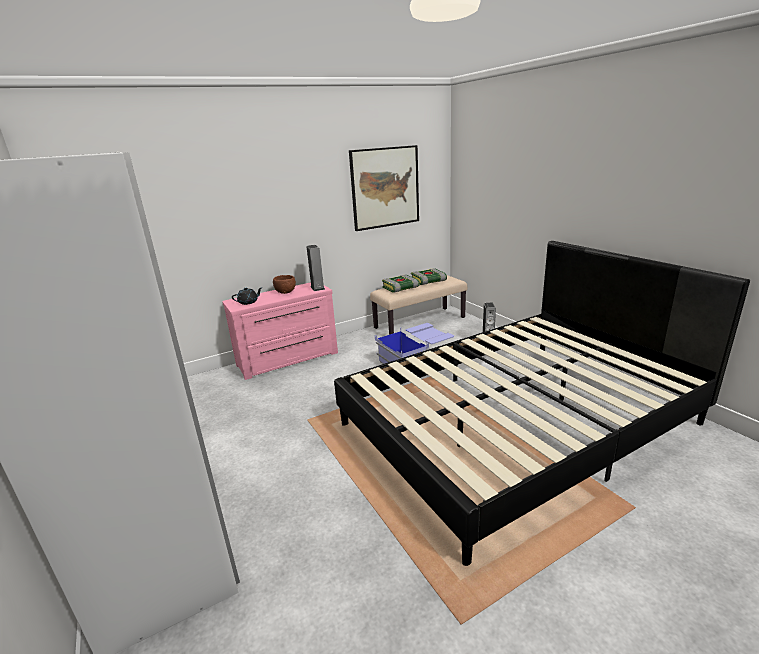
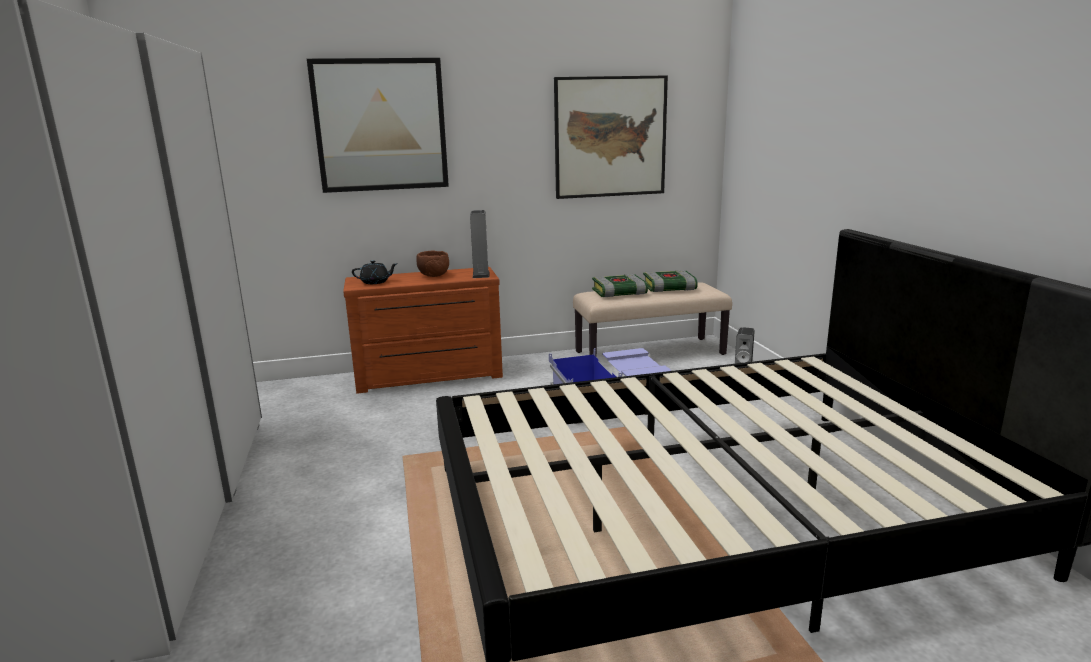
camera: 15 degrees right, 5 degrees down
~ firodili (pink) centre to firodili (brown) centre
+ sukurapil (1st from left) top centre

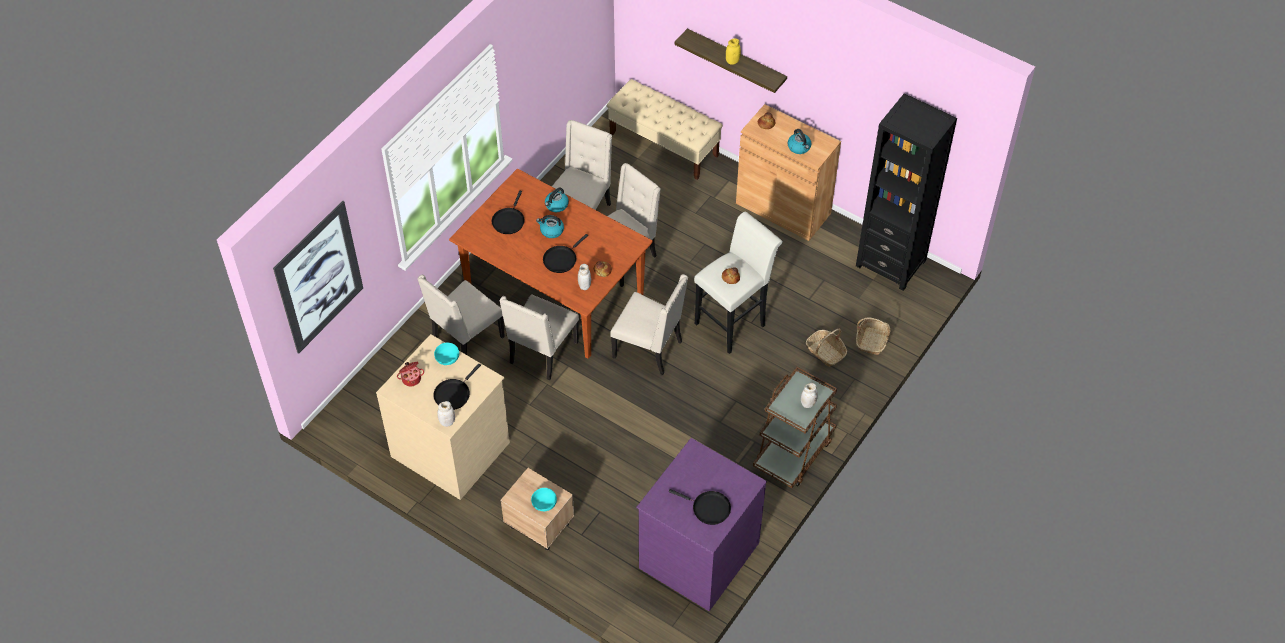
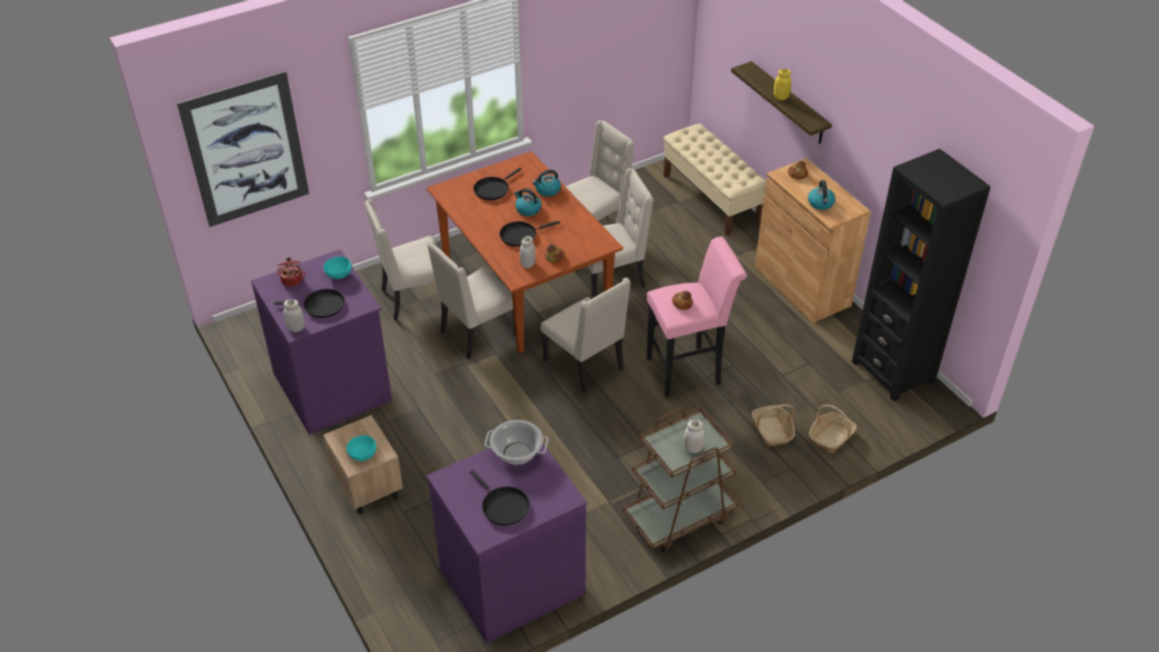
camera: 25 degrees right, 10 degrees down
~ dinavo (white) centre to dinavo (pink) centre
~ firodili (beige) centre to firodili (purple) (1st from left) middle left
~ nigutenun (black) (1st from left) centre = middle left 150 degrees counterclockwise
+ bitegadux (2nd from left) bottom centre

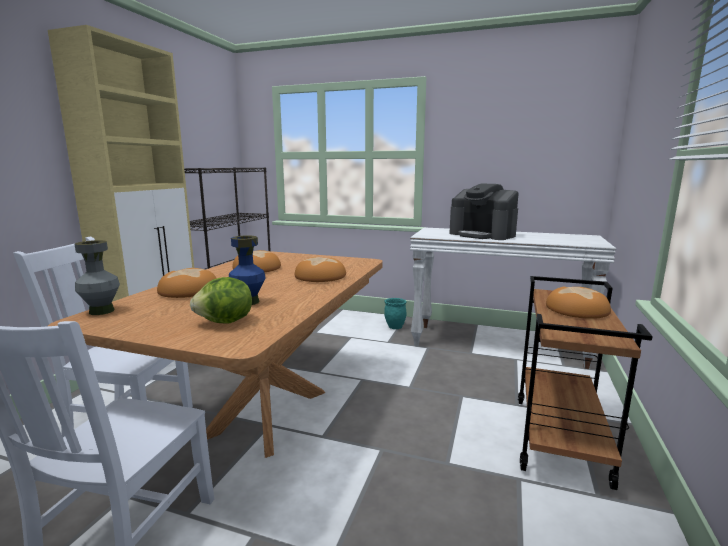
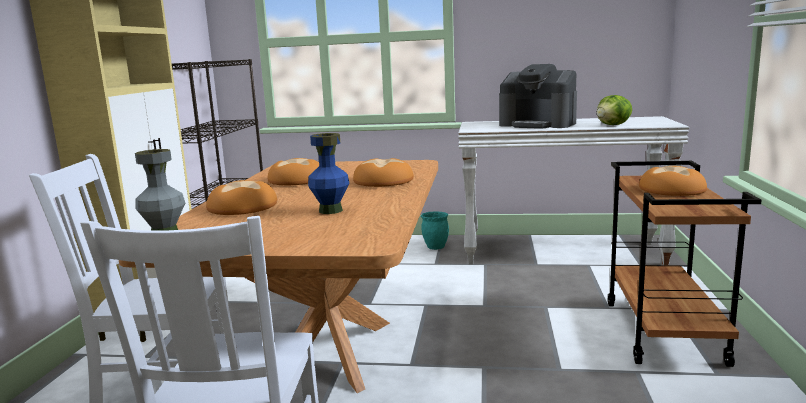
camera: 10 degrees left, 0 degrees up
~ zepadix middle left to top right

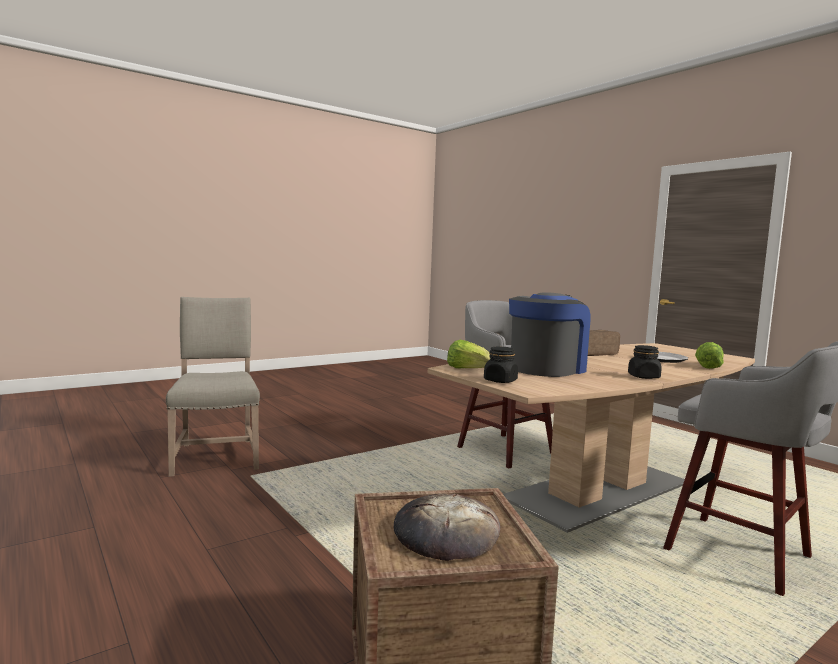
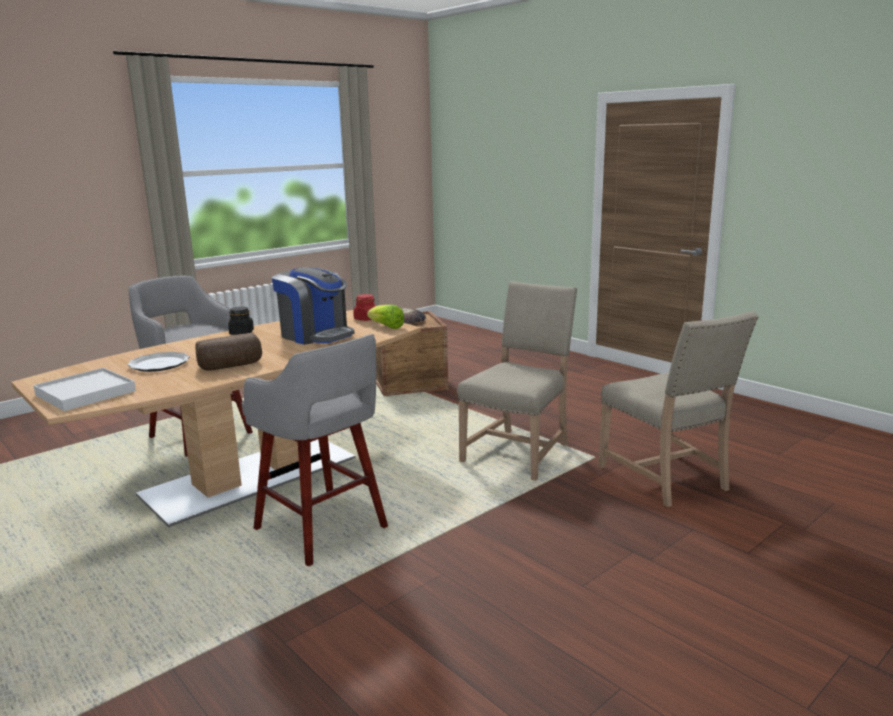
camera: 175 degrees right, 10 degrees up
~ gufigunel centre = centre 90 degrees counterclockwise
- zepadix (2nd from left) middle right
~ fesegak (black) (1st from left) centre to fesegak (red) centre
+ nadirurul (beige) (1st from left) centre
+ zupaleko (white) middle left

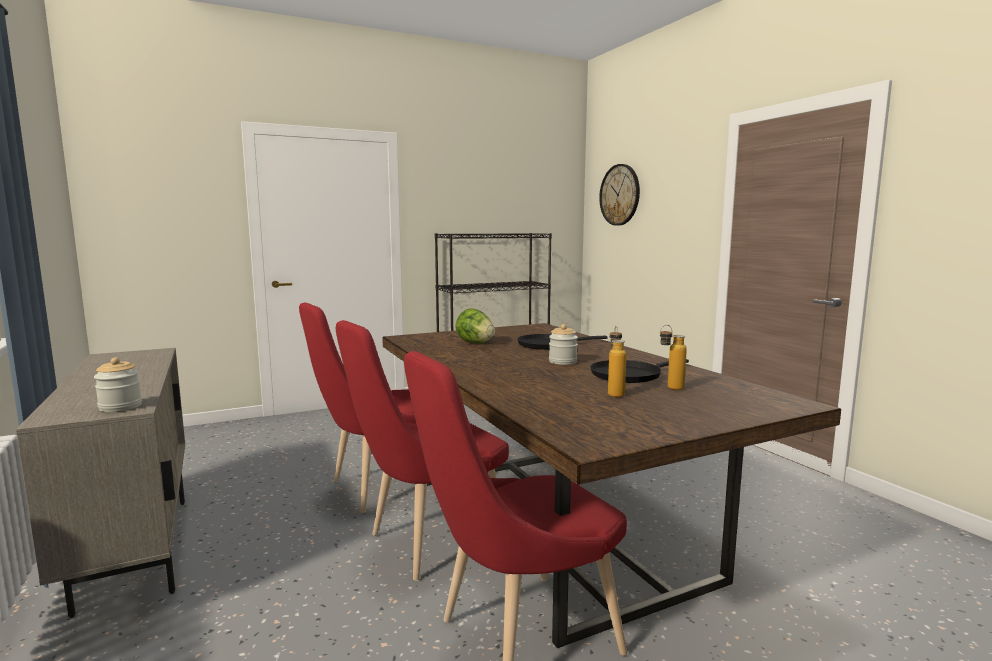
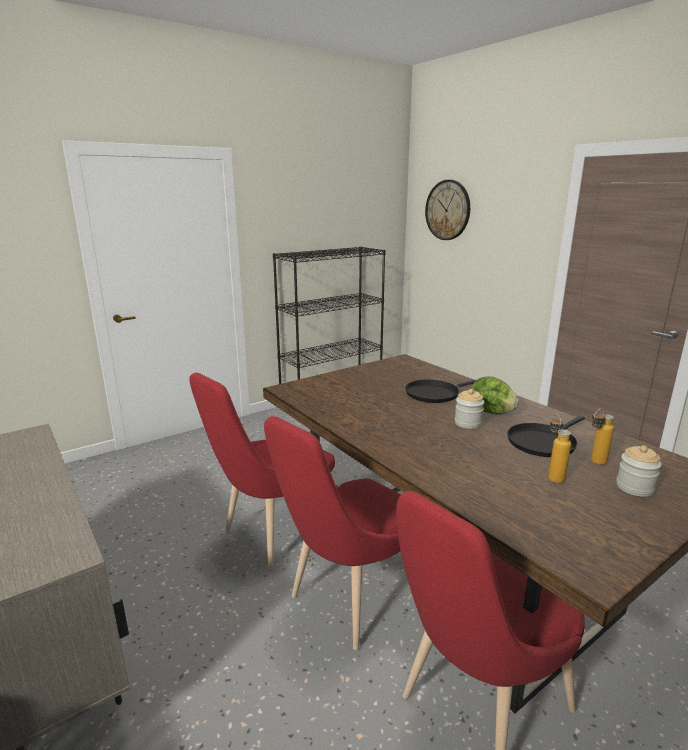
camera: 10 degrees left, 10 degrees up
~ zepadix centre to middle right
~ fesegak (1st from left in the first image) middle left to fesegak (2nd from left) middle right

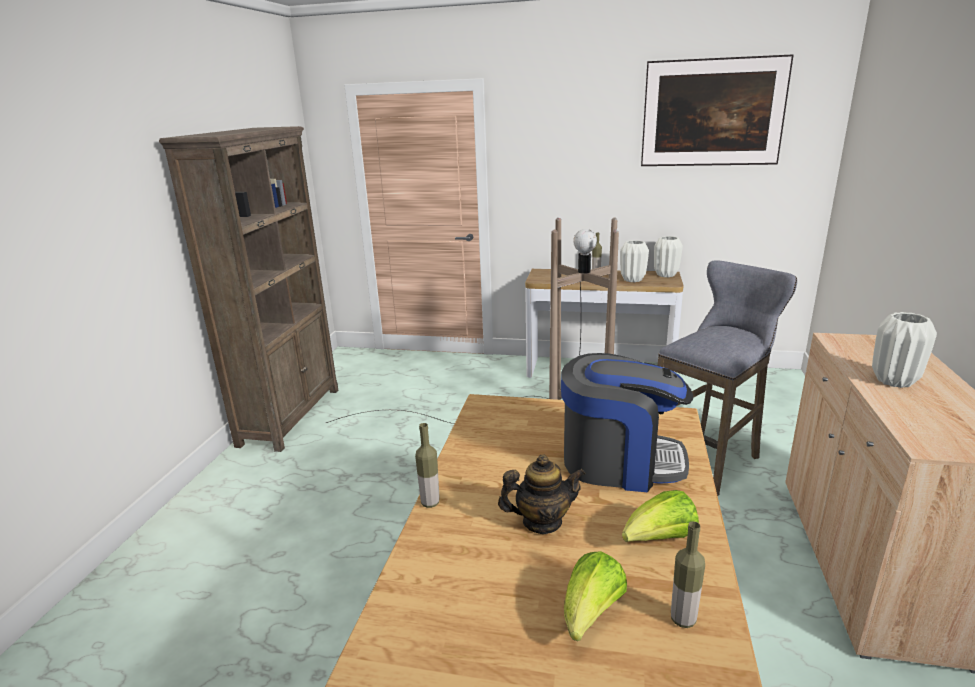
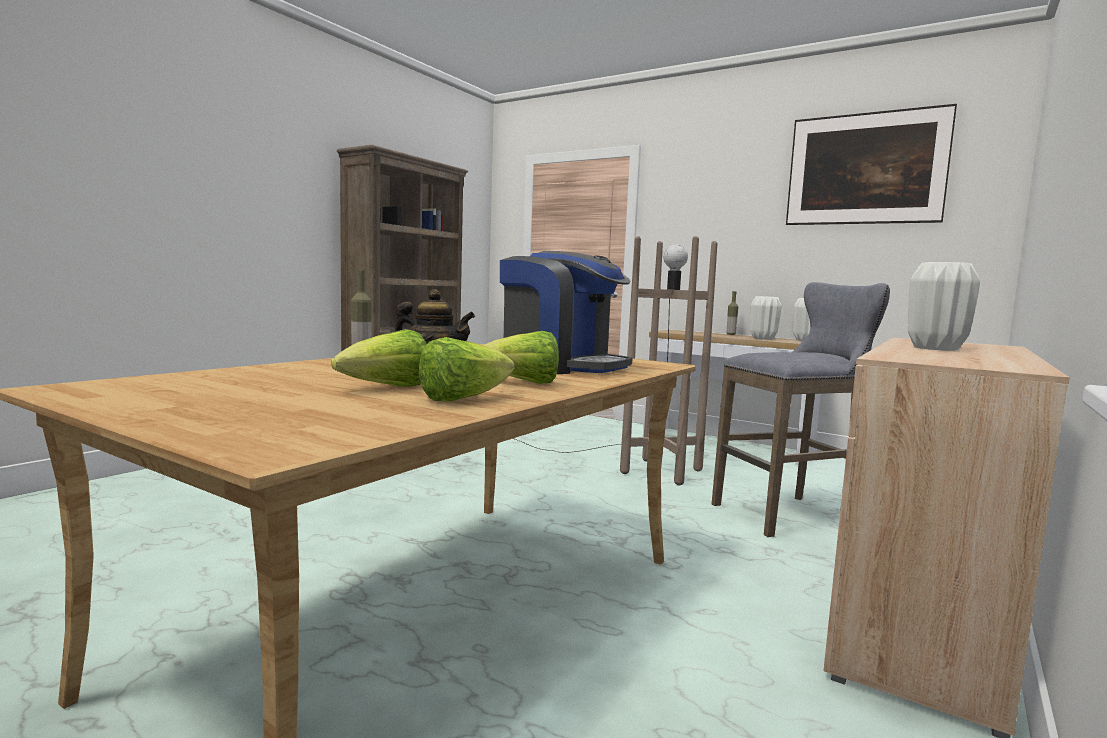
camera: 20 degrees right, 15 degrees down
~ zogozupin (3rd from left) bottom right to zepadix (2nd from left) centre

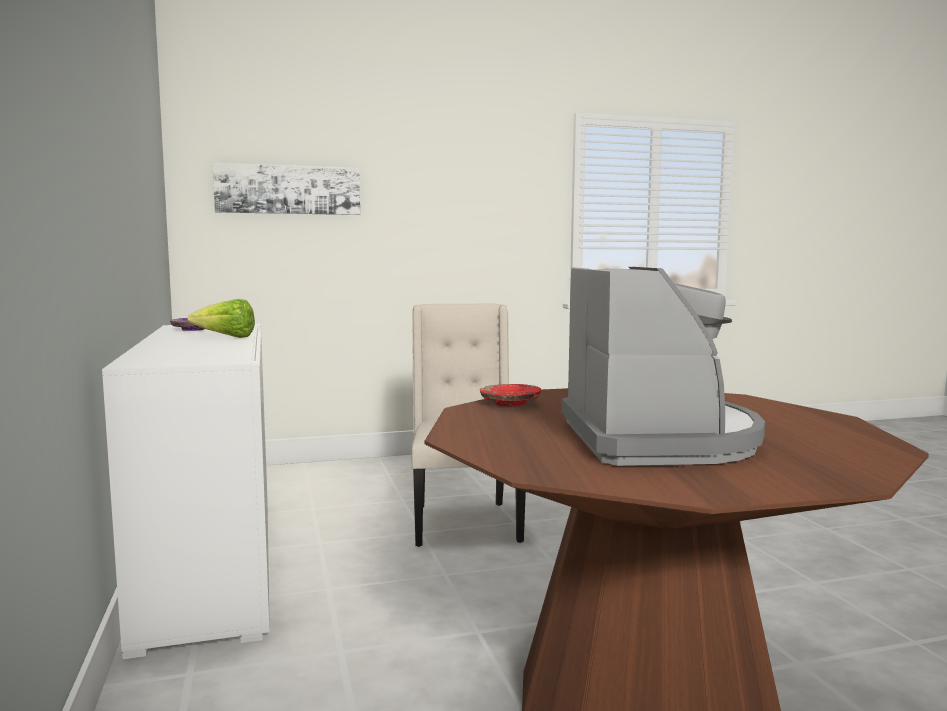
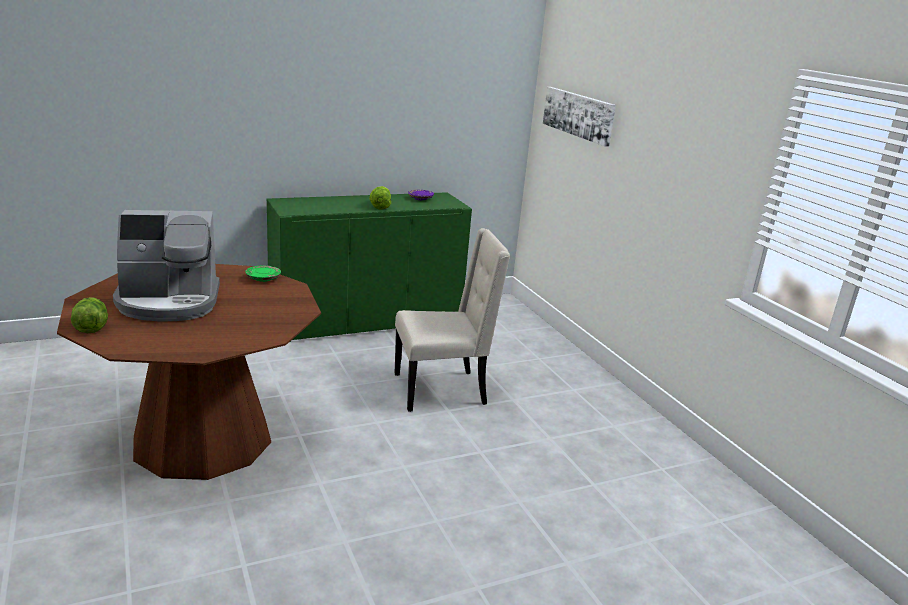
camera: 80 degrees right, 15 degrees up
~ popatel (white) bottom left to popatel (green) centre
~ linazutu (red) centre to linazutu (green) middle left
+ zepadix (1st from left) middle left

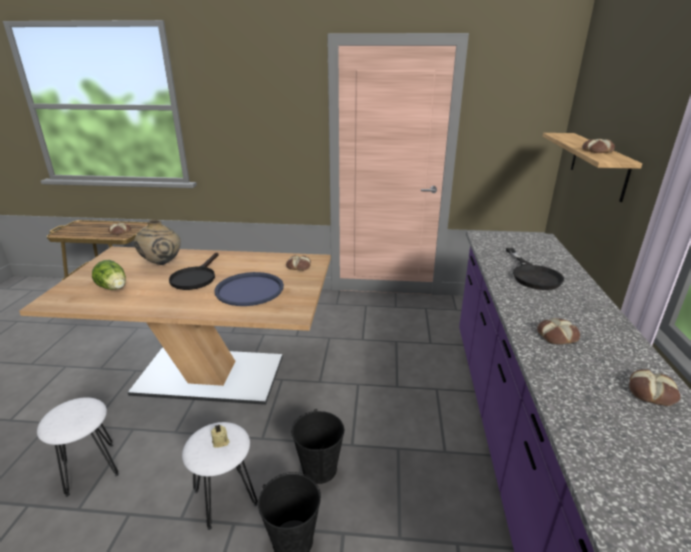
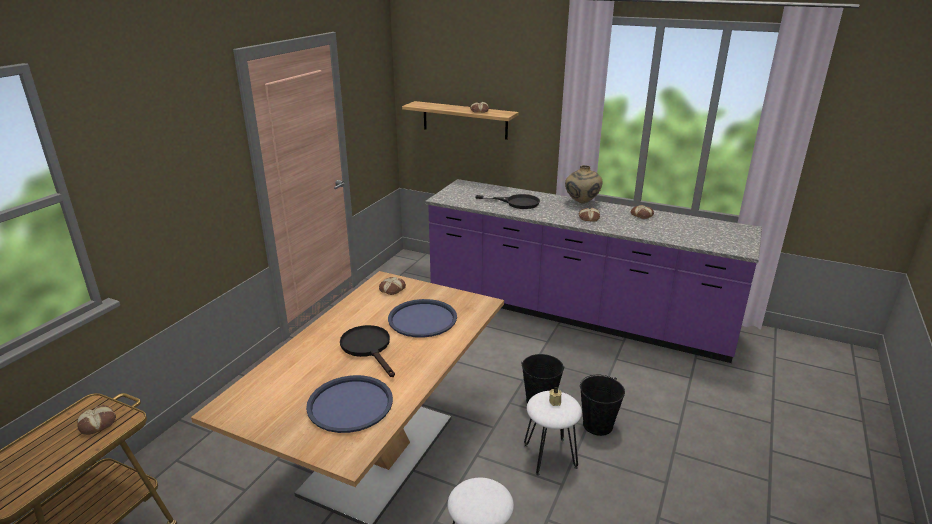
camera: 70 degrees left, 0 degrees up
~ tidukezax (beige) middle left to centre
~ nigutenun (black) (1st from left) middle left = bottom centre 150 degrees counterclockwise
~ zepadix middle left to zupaleko (blue) (1st from left) bottom centre

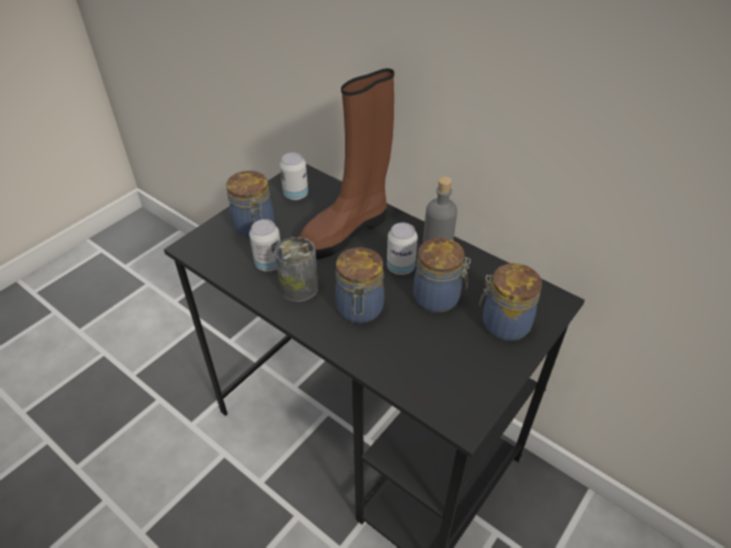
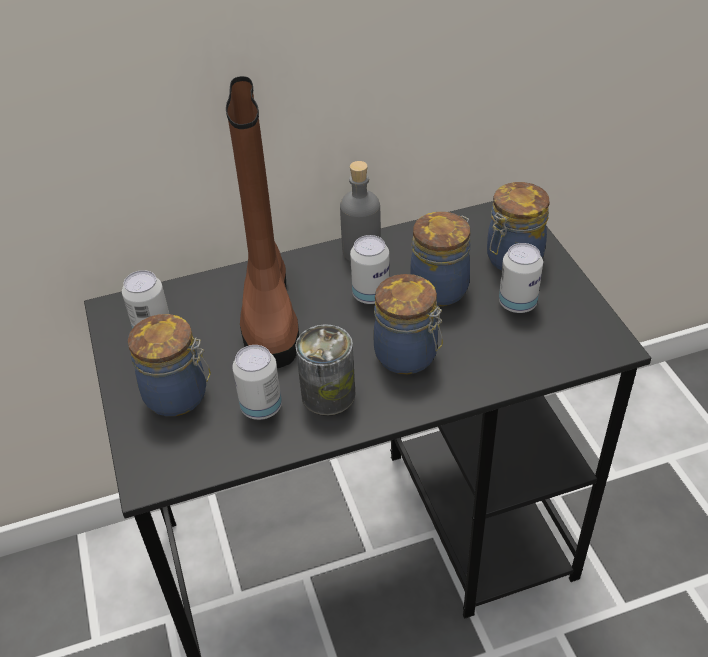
camera: 55 degrees left, 0 degrees up
+ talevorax (5th from left) middle right

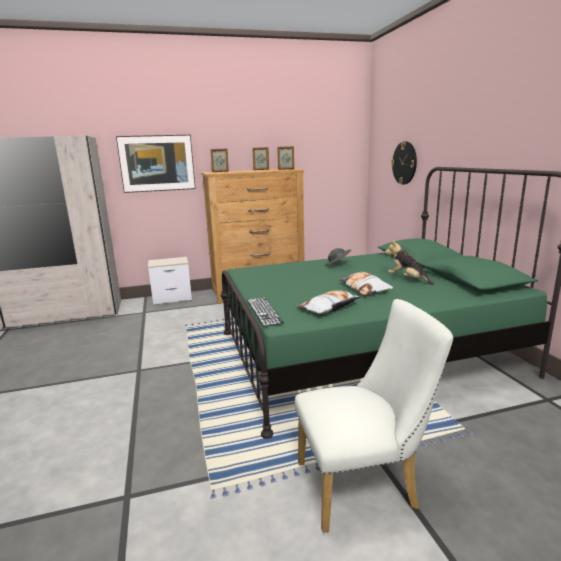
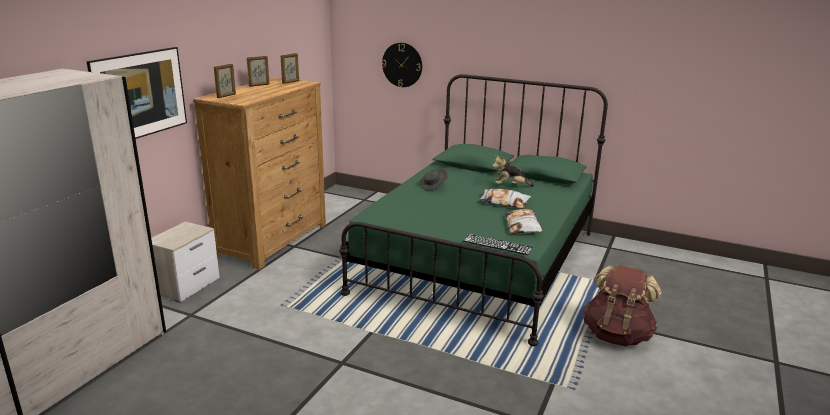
camera: 50 degrees left, 5 degrees up
~ nadirurul (white) bottom right to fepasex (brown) bottom right

